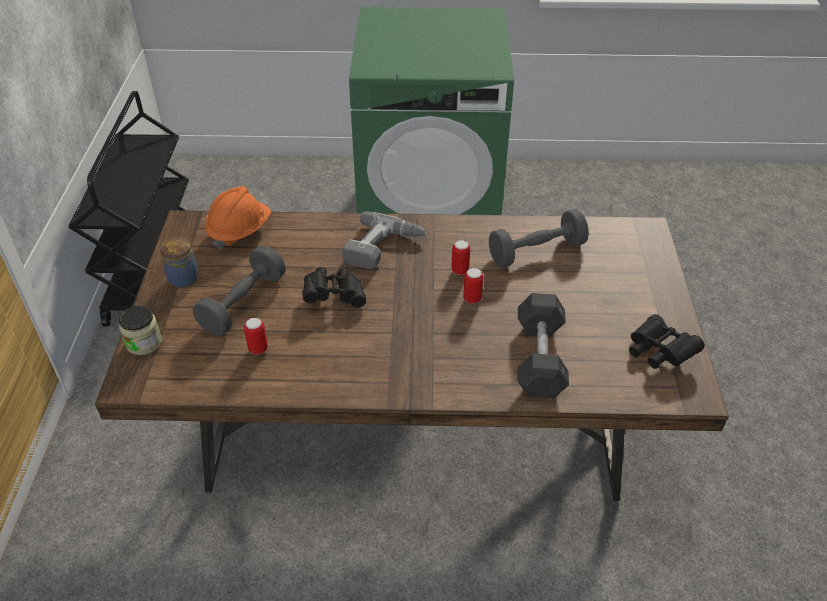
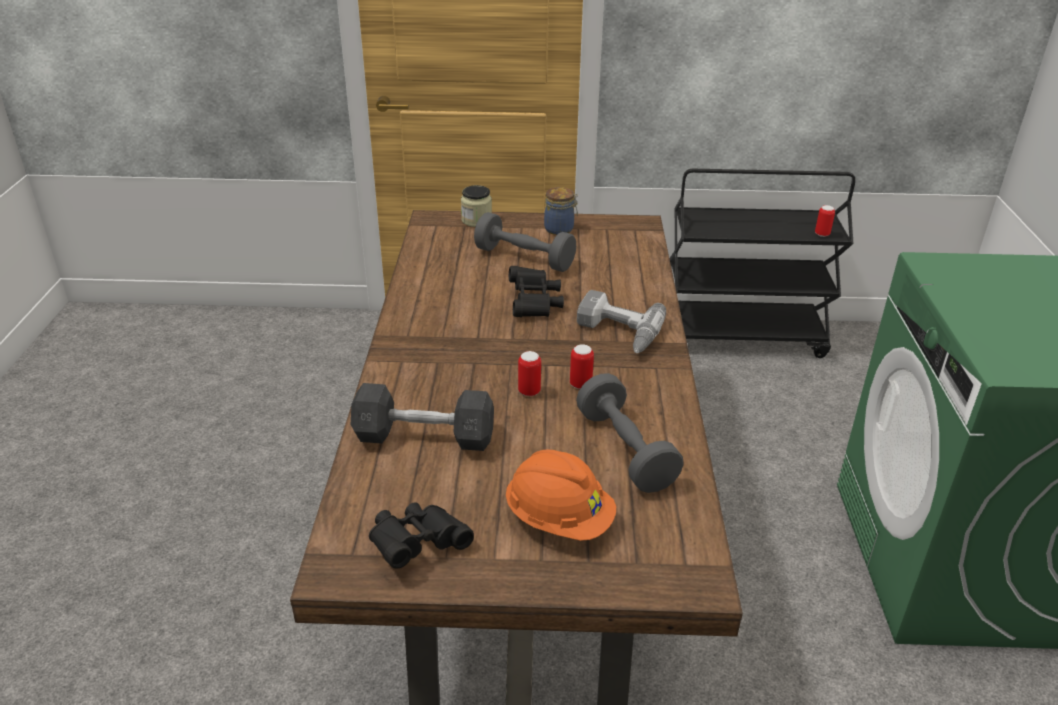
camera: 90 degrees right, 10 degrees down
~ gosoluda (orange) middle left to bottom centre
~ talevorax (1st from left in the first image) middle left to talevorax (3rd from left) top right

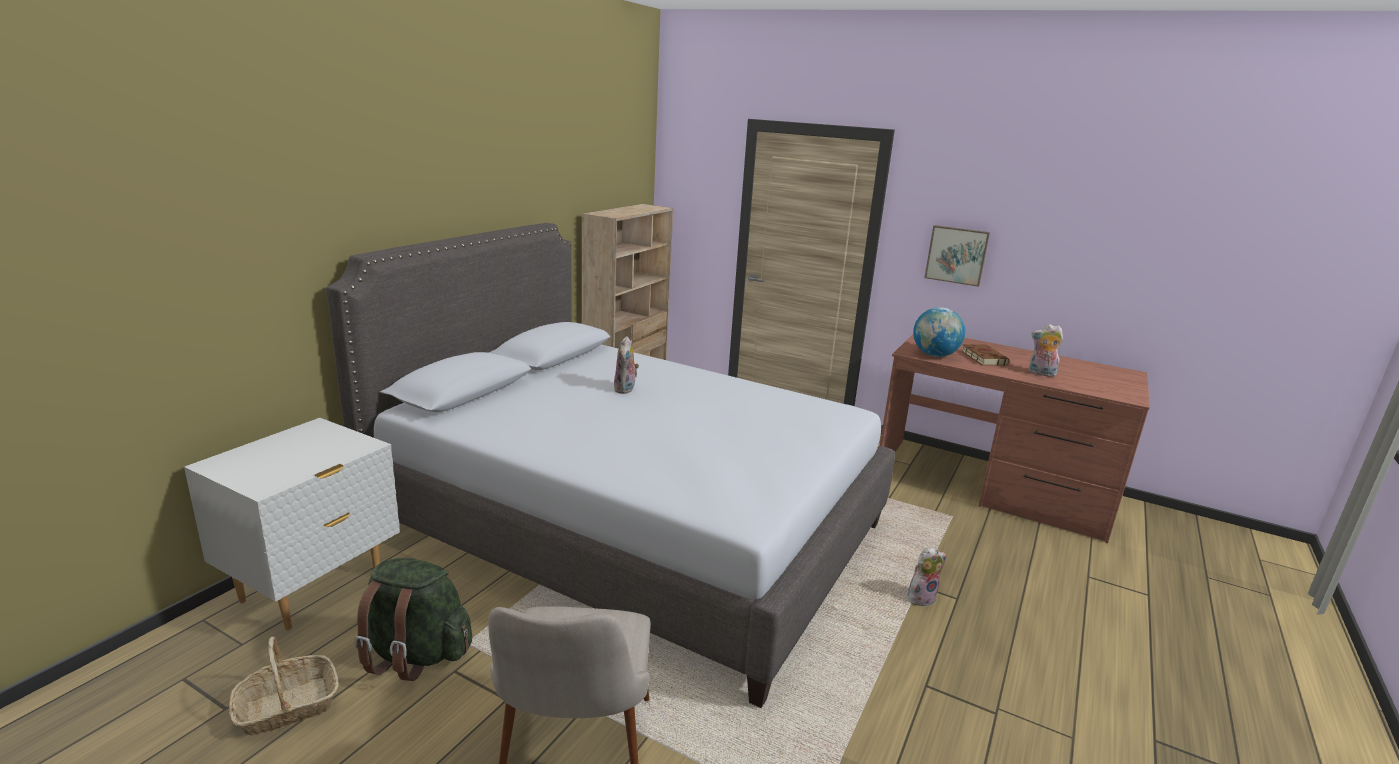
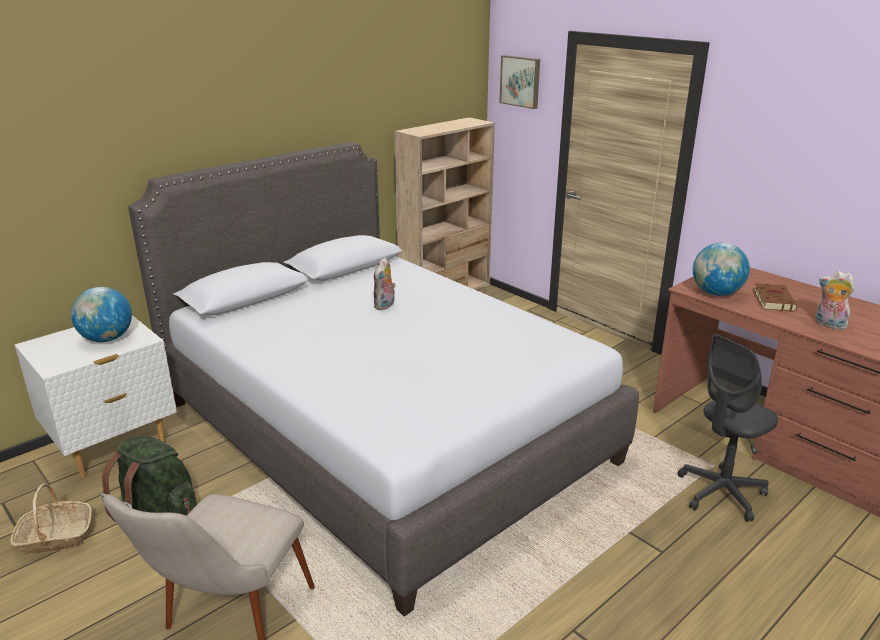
camera: 20 degrees right, 5 degrees up
~ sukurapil middle right to top centre
- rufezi (2nd from left) bottom centre
+ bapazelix (1st from left) middle left
+ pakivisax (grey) bottom right

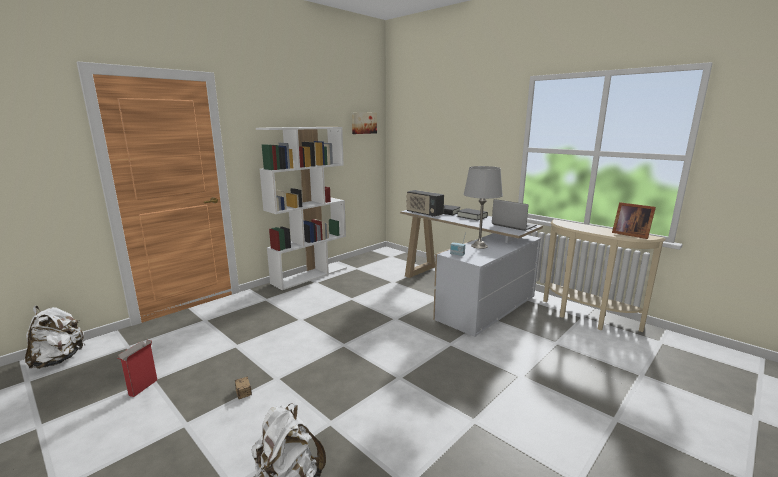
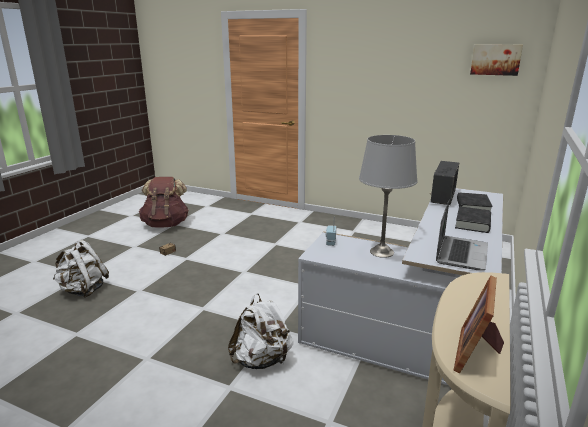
camera: 70 degrees right, 5 degrees up
- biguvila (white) centre
~ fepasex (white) (1st from left in the first image) bottom left to fepasex (white) (2nd from left) bottom centre
~ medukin bottom left to fepasex (brown) middle left

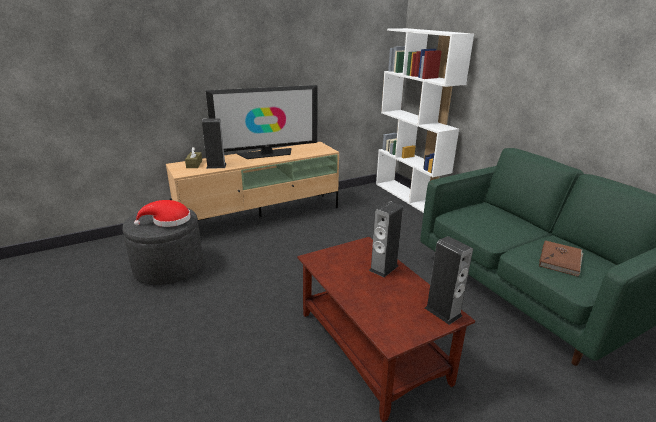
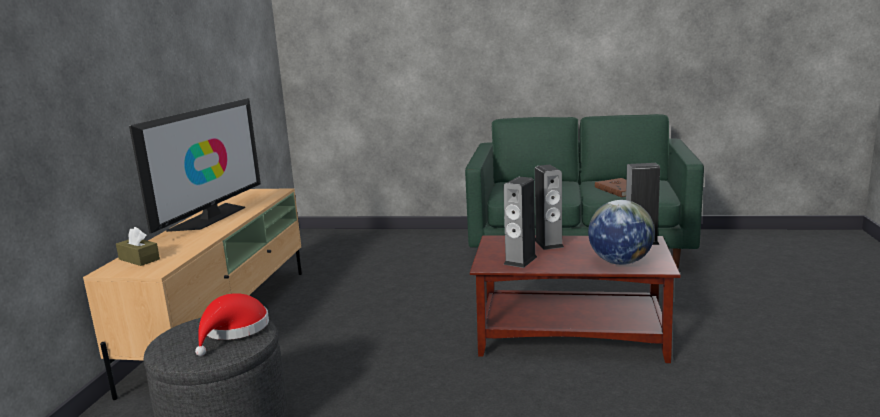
camera: 50 degrees left, 10 degrees down
- biguvila (white) top centre
~ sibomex (1st from left) middle left to centre
+ bapazelix middle right

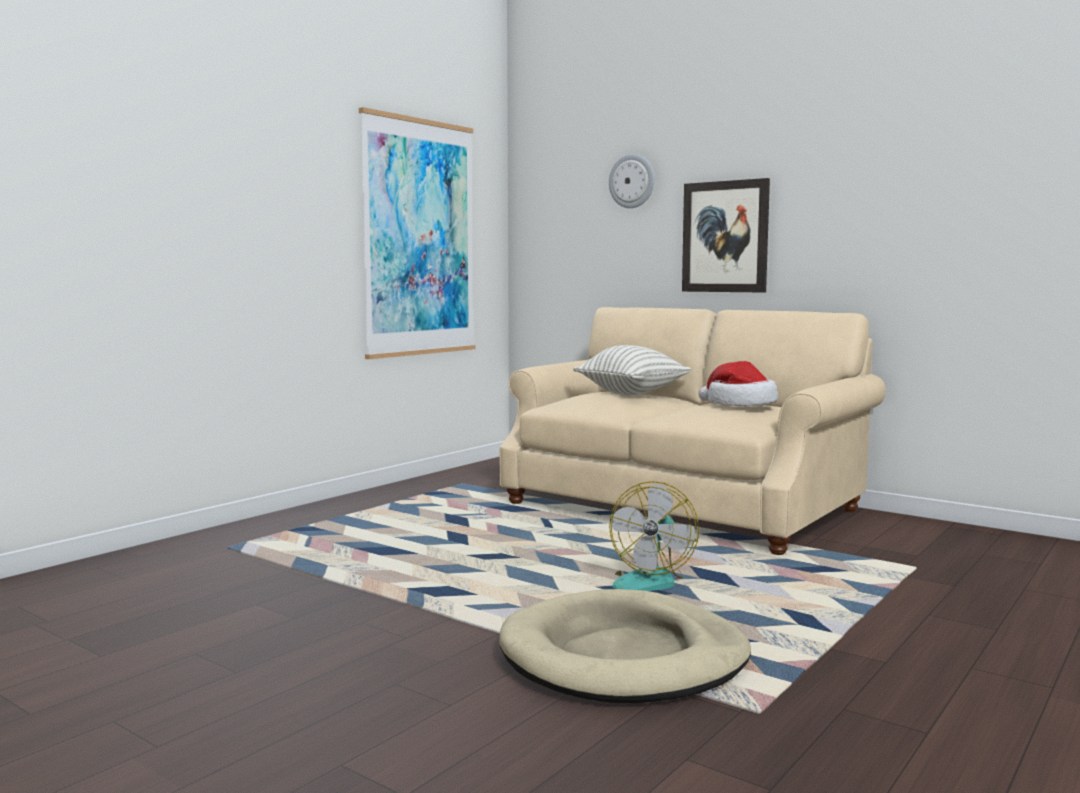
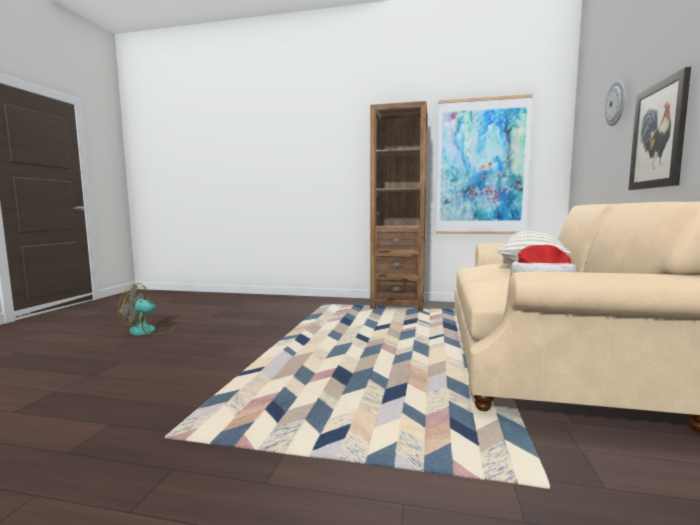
camera: 65 degrees right, 0 degrees up
~ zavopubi bottom centre to middle left
- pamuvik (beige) bottom centre
+ biguvila (brown) centre

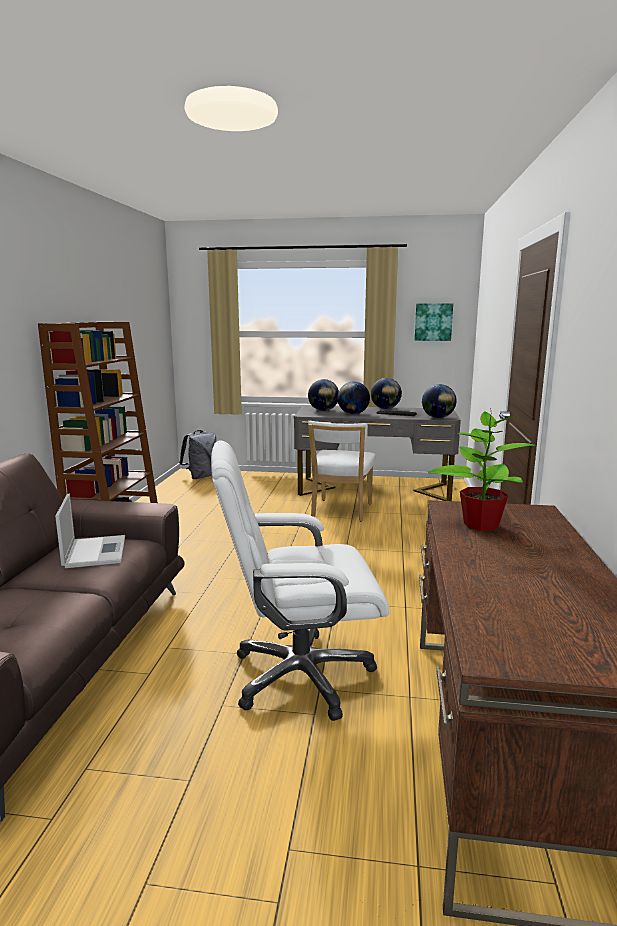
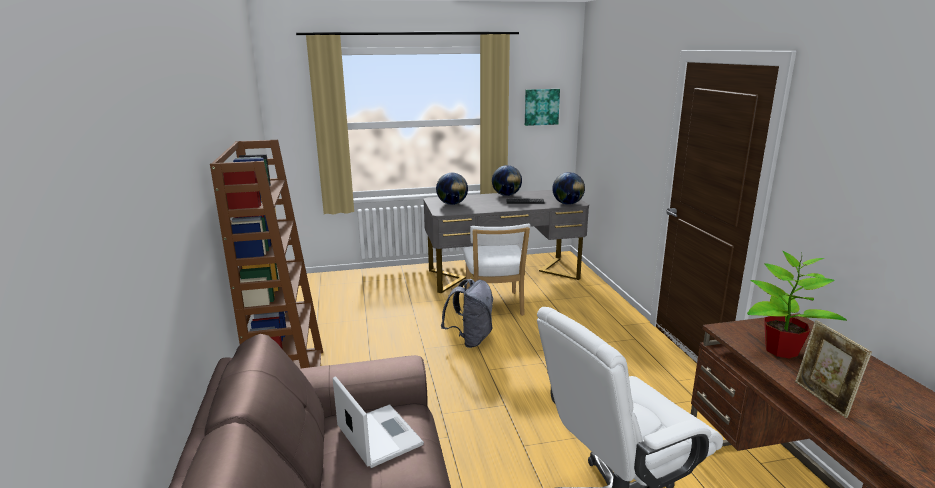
camera: 20 degrees left, 5 degrees up
- bapazelix (2nd from left) centre
~ fepasex (grey) middle left to centre
+ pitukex bottom right

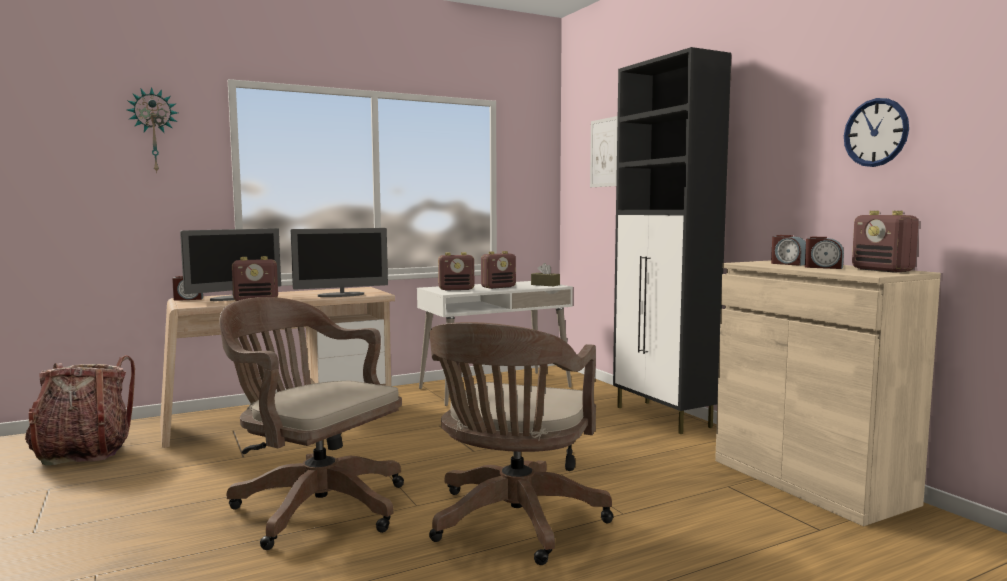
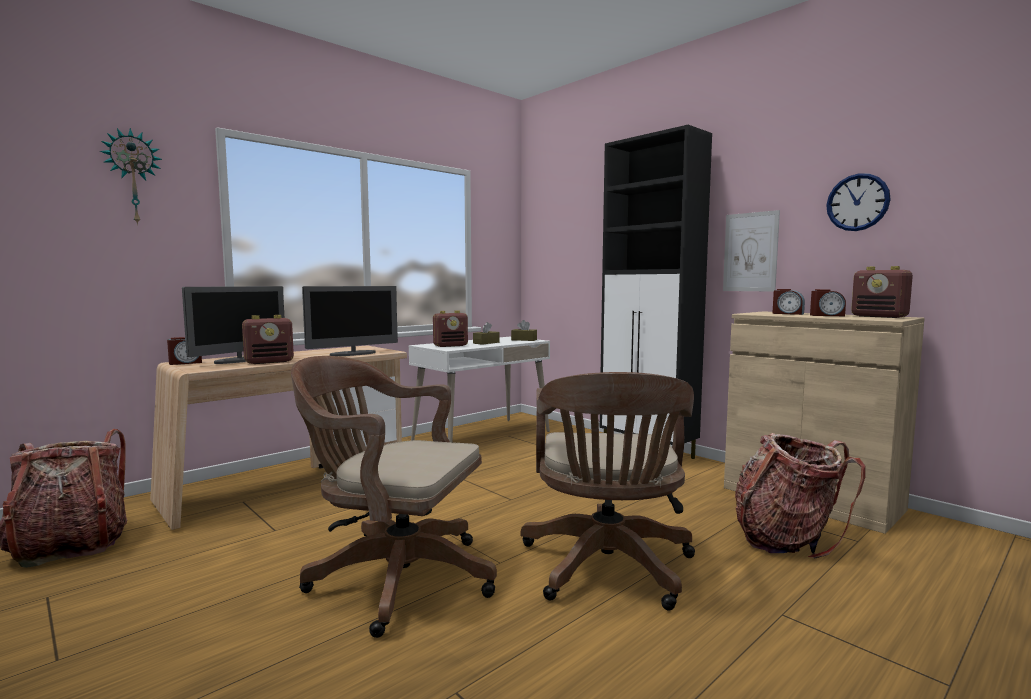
camera: 15 degrees left, 0 degrees up
~ sukurapil top centre to middle right
~ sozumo (3rd from left) centre to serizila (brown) (1st from left) centre
+ fepasex (2nd from left) bottom right

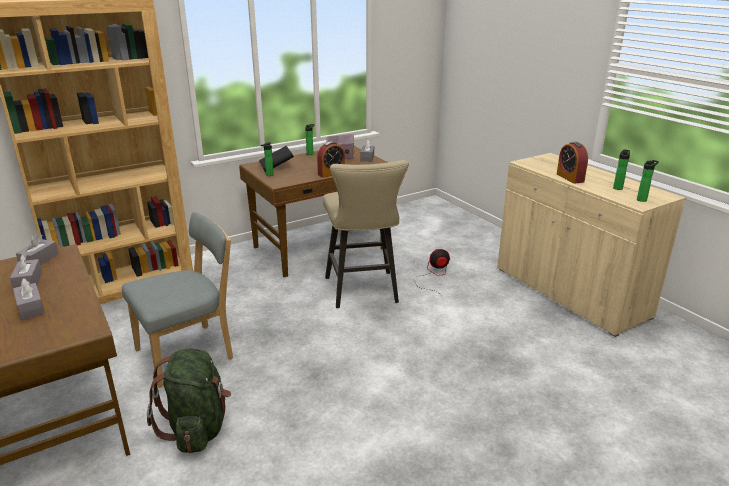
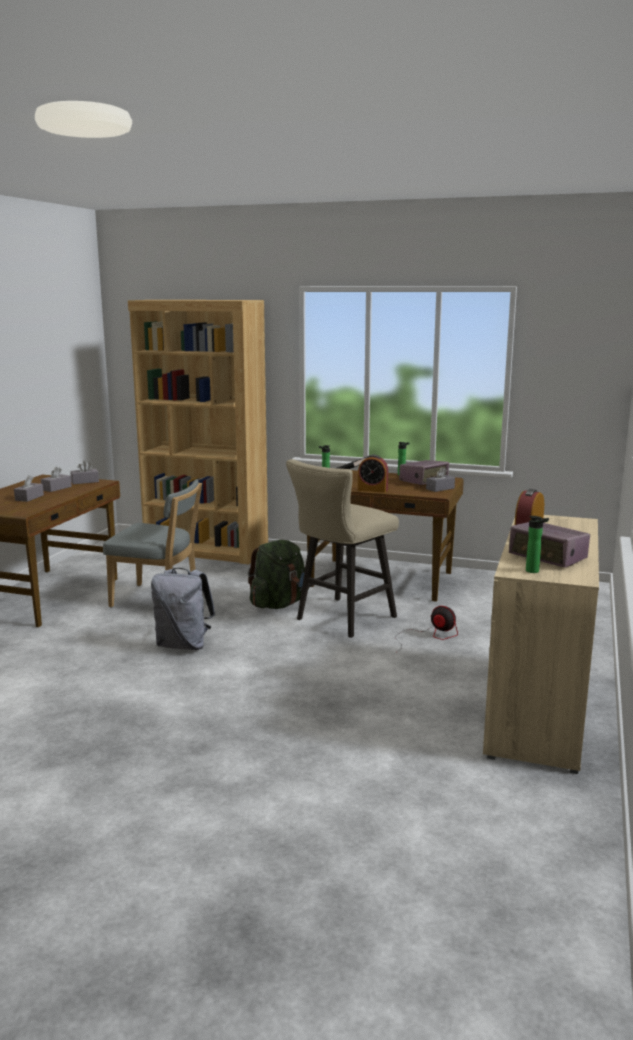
camera: 50 degrees right, 10 degrees down
~ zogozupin (3rd from left) middle right to sozumo (2nd from left) middle right
~ fepasex (green) bottom left to centre
+ fepasex (grey) middle left

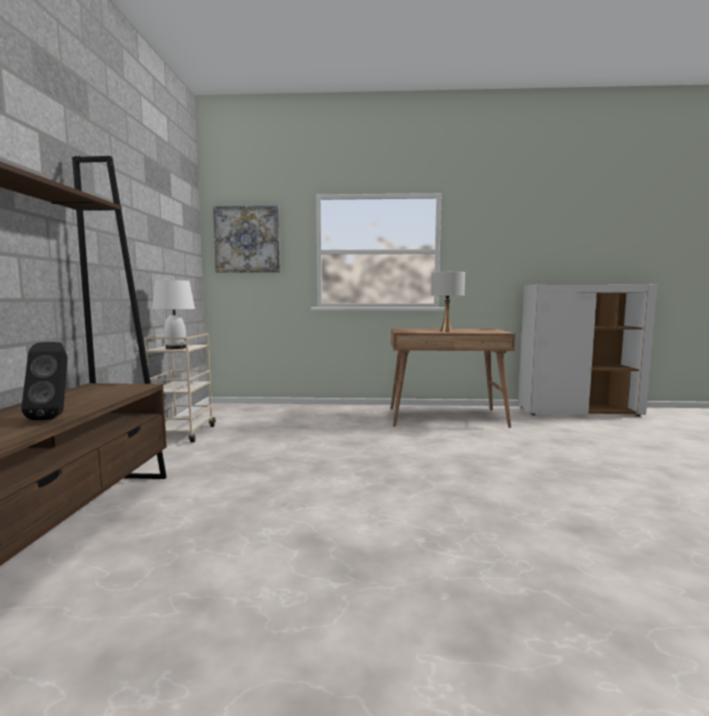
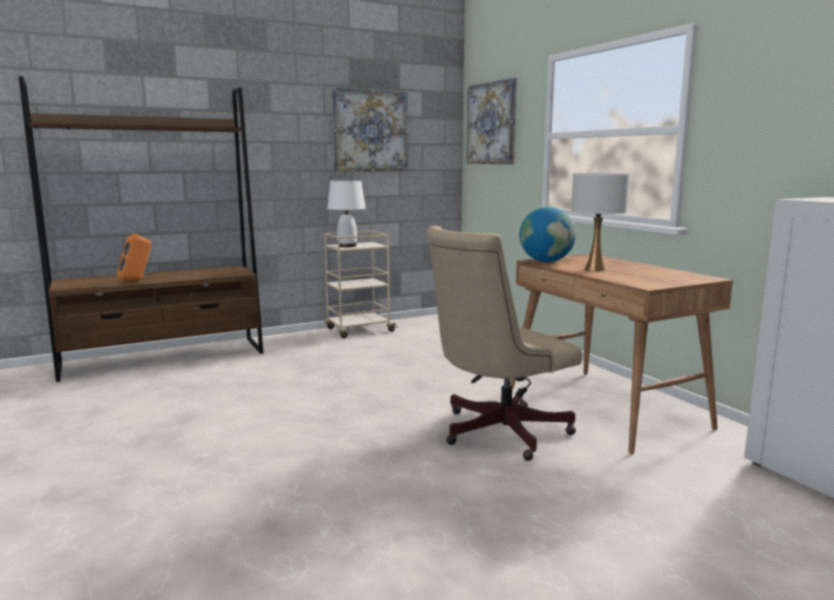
camera: 60 degrees right, 5 degrees up
~ sibomex (black) middle left to sibomex (orange) middle left
+ sukurapil (1st from left) top centre
+ bapazelix centre
+ pakivisax (beige) centre

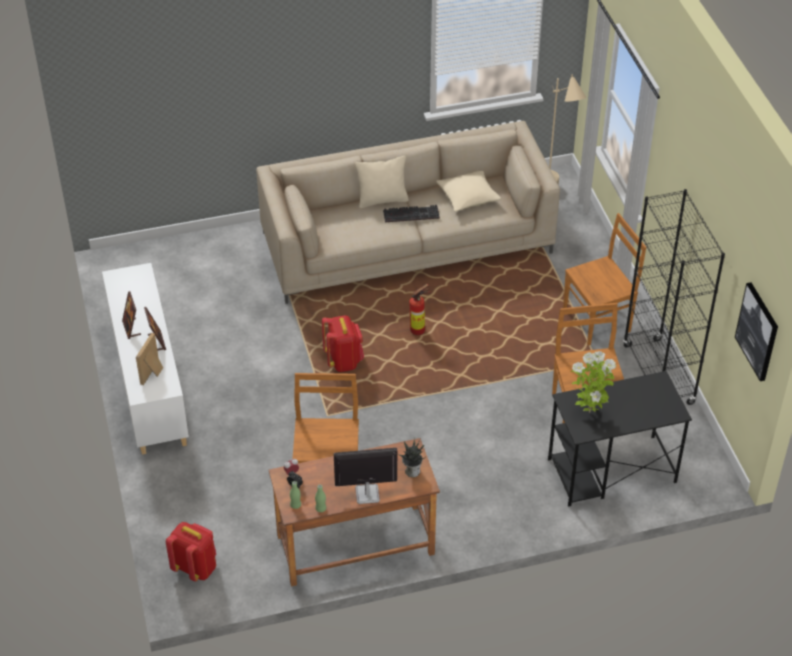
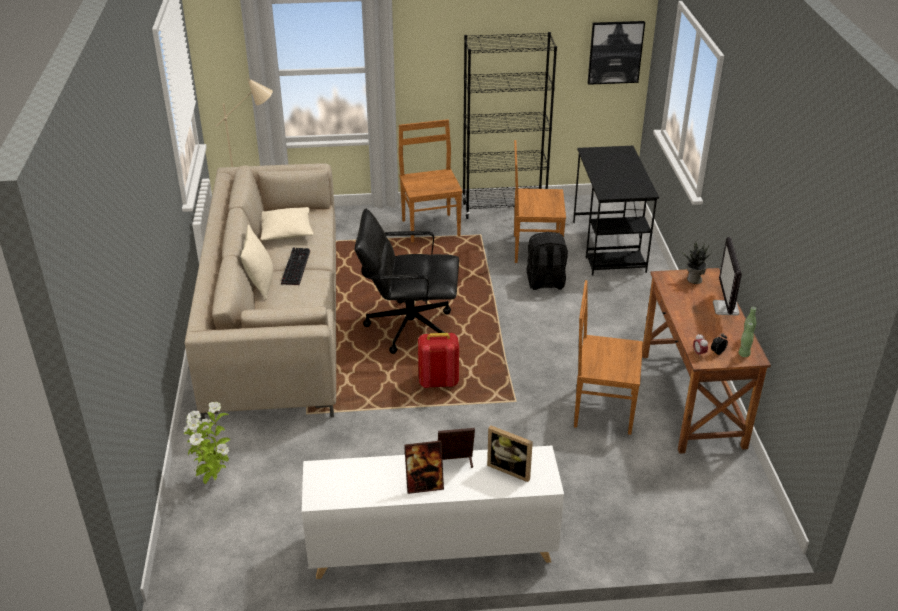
camera: 80 degrees left, 10 degrees down
~ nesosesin centre to pakivisax (black) centre
~ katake (2nd from left in the first image) middle right to katake (1st from left) bottom left
- fepasex (red) (1st from left) bottom left
+ fepasex (black) centre

